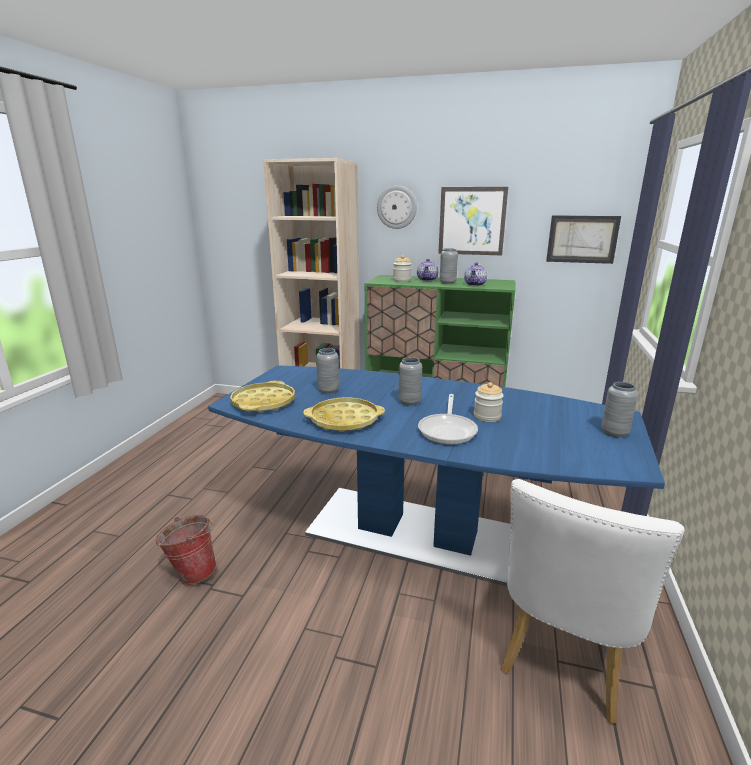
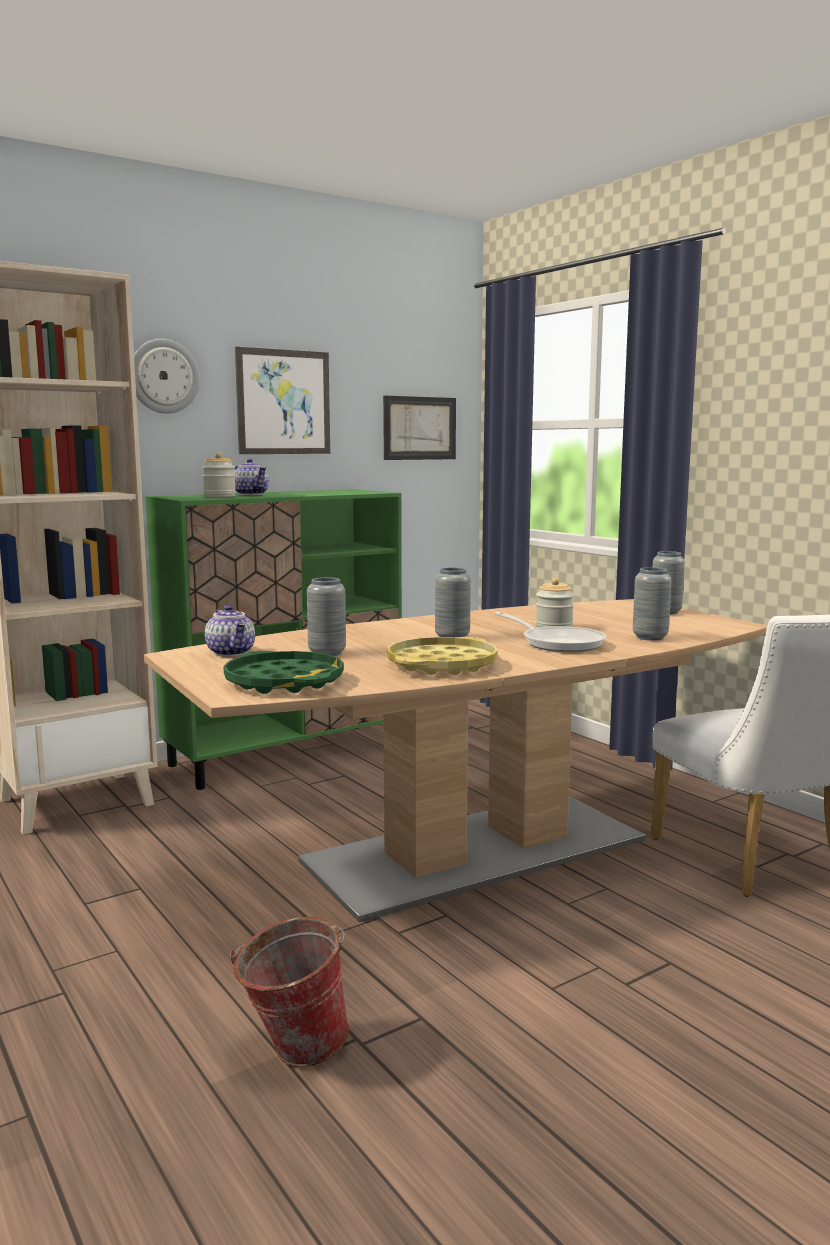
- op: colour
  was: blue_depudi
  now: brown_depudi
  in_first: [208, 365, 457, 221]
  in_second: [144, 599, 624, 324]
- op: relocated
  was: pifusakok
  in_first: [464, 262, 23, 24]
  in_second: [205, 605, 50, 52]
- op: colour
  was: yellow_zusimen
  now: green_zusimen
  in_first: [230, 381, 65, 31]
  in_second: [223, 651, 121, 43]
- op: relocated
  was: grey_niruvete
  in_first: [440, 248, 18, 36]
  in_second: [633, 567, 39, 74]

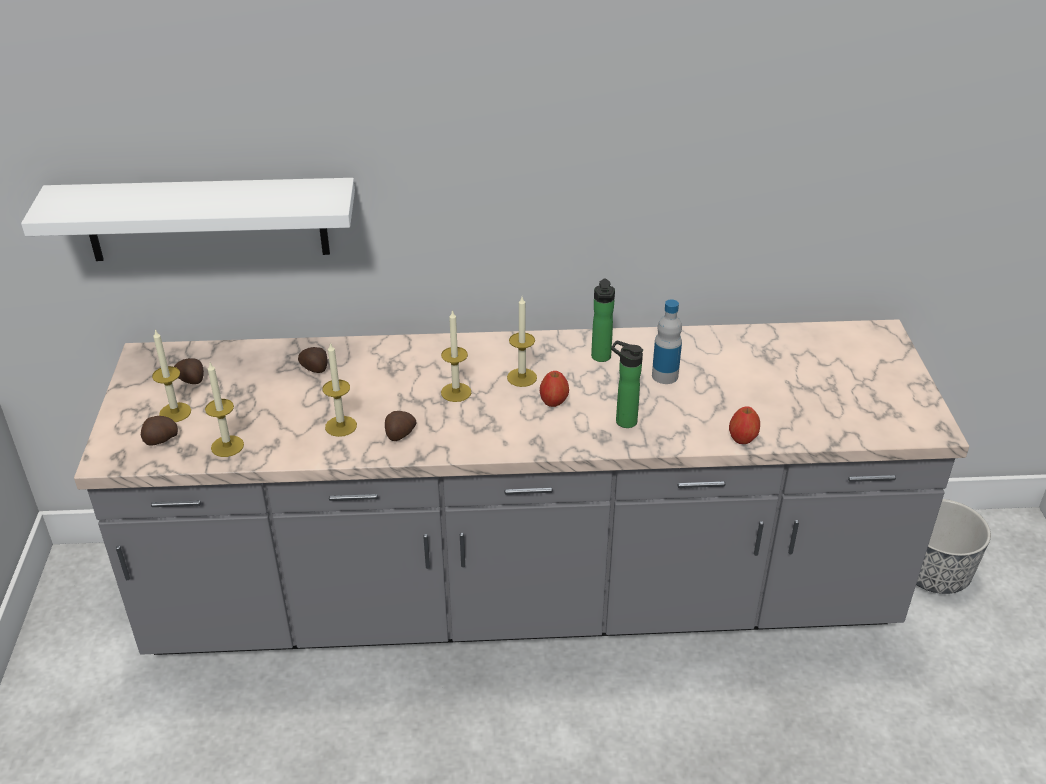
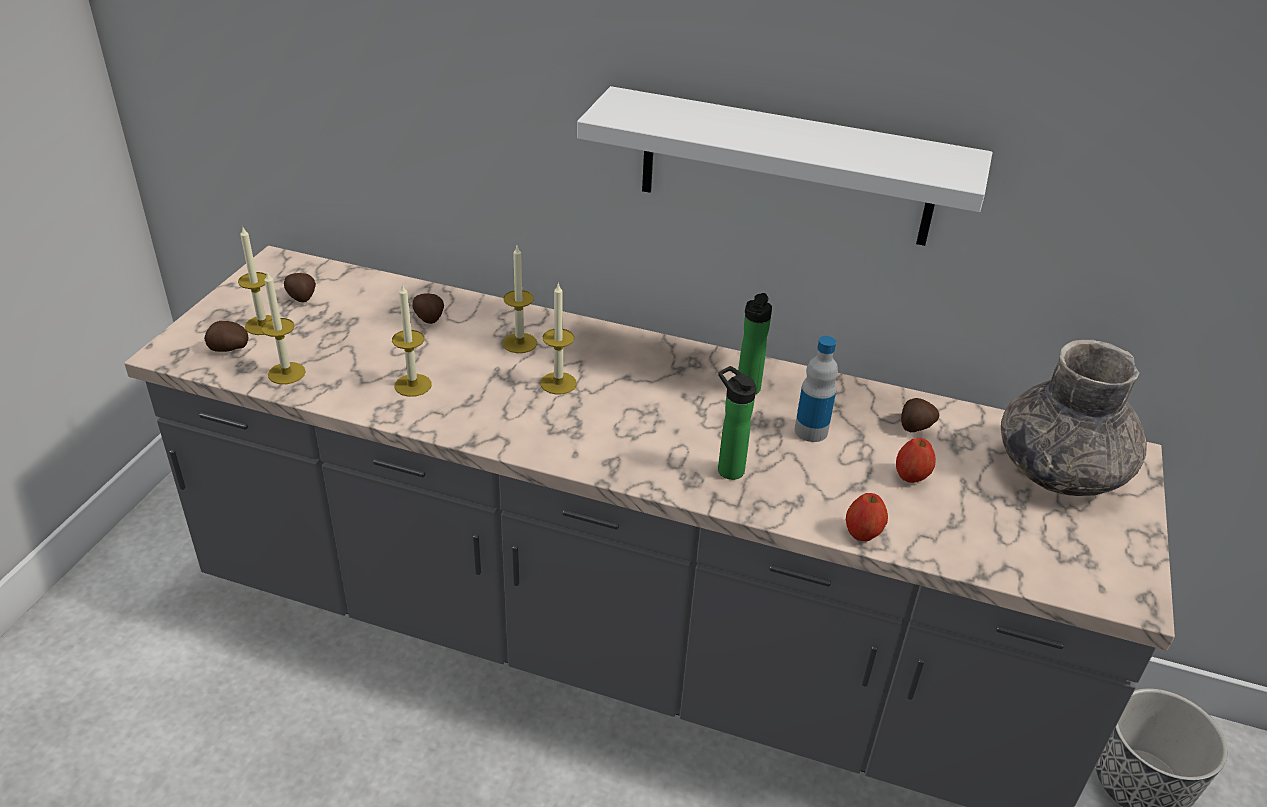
- op: relocated
  was: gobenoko
  in_first: [507, 297, 30, 90]
  in_second: [503, 246, 34, 107]
- op: relocated
  was: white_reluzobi
  in_first: [21, 178, 334, 83]
  in_second: [577, 86, 415, 160]
- op: relocated
  was: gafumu
  in_first: [540, 371, 29, 36]
  in_second: [896, 438, 40, 45]
- op: relocated
  was: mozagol
  in_first: [385, 411, 32, 30]
  in_second: [901, 398, 38, 34]
- op: appeared
  now: grey_niruvete
  in_second: [1001, 340, 146, 156]

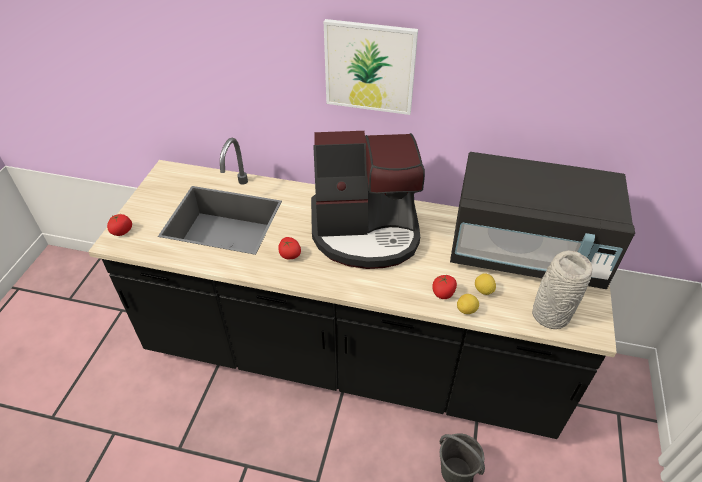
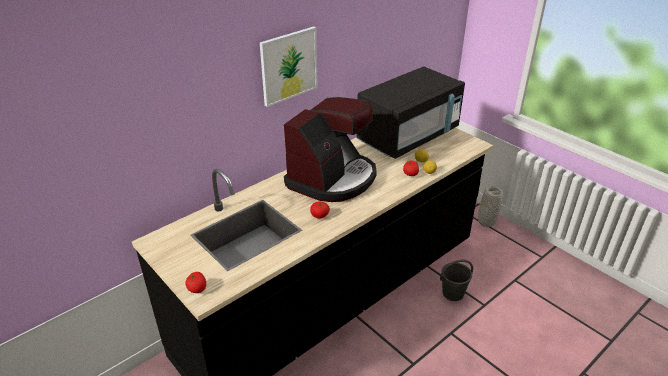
- op: relocated
  was: grey_niruvete
  in_first: [532, 250, 60, 79]
  in_second: [478, 186, 25, 41]

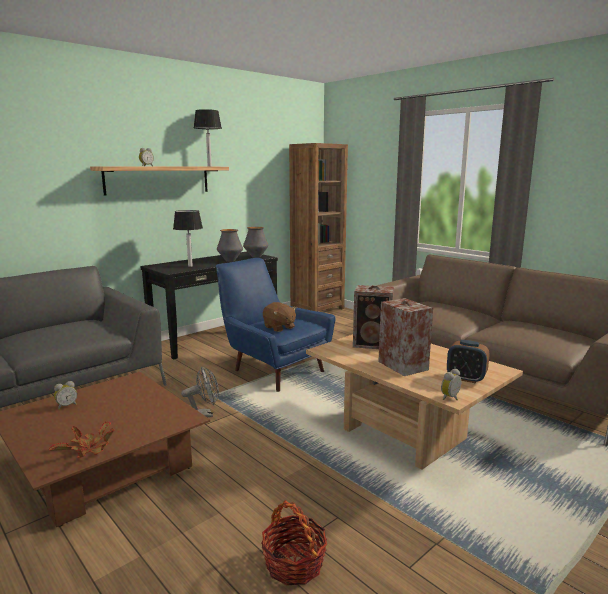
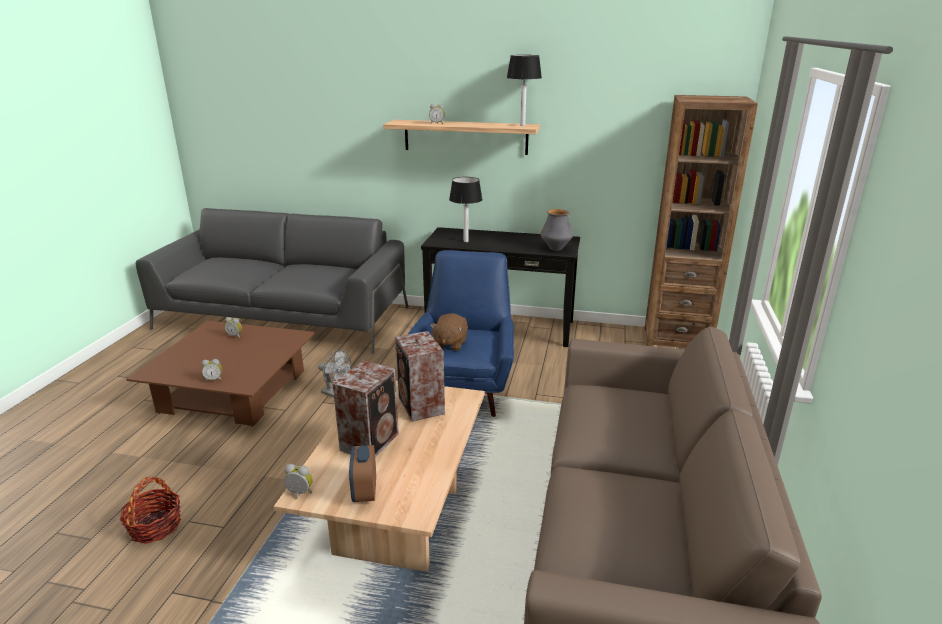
- op: appeared
  now: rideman
  in_second: [202, 359, 20, 23]
- op: missing
  was: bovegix
  in_first: [49, 421, 66, 37]
- op: missing
  was: niruvete
  in_first: [217, 229, 26, 33]

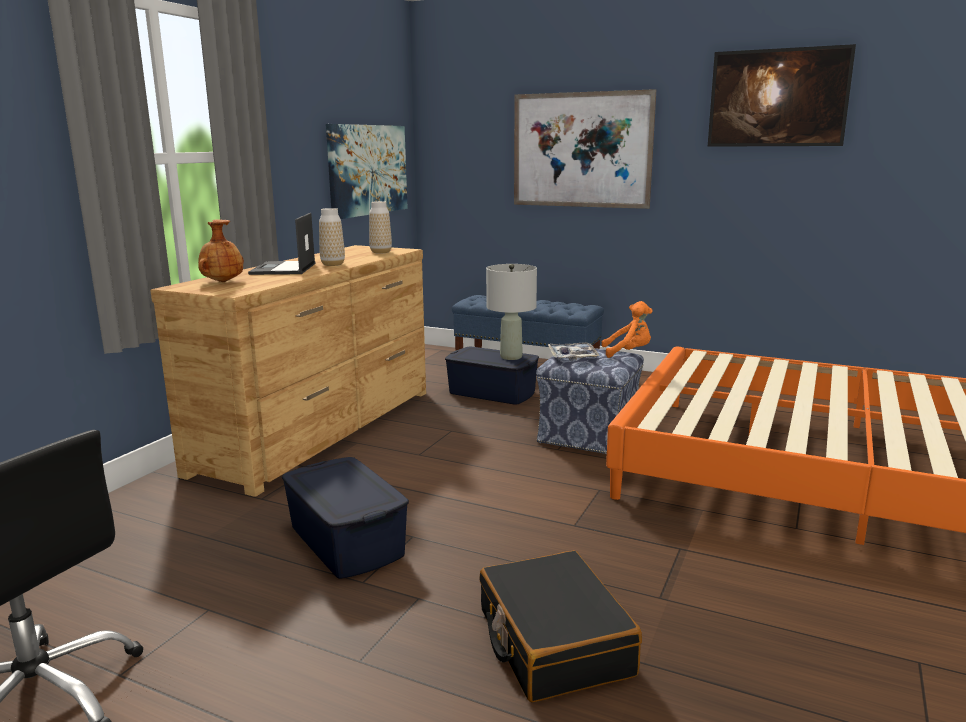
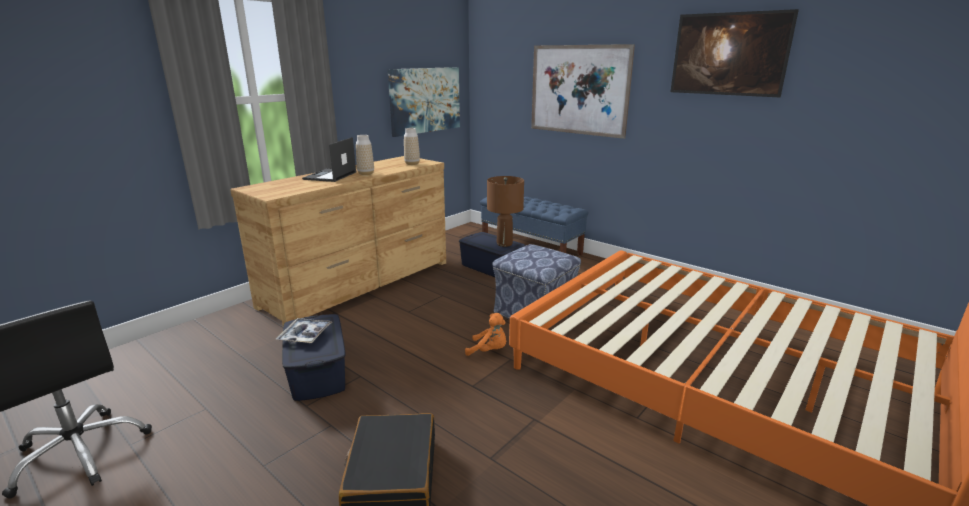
- op: relocated
  was: zusimen
  in_first: [548, 342, 52, 19]
  in_second: [276, 318, 56, 25]
- op: relocated
  was: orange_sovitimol
  in_first: [601, 301, 51, 57]
  in_second: [465, 313, 41, 43]
- op: colour
  was: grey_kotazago
  now: brown_kotazago
  in_first: [486, 264, 51, 96]
  in_second: [487, 176, 37, 71]
- op: missing
  was: brown_niruvete
  in_first: [198, 219, 46, 63]

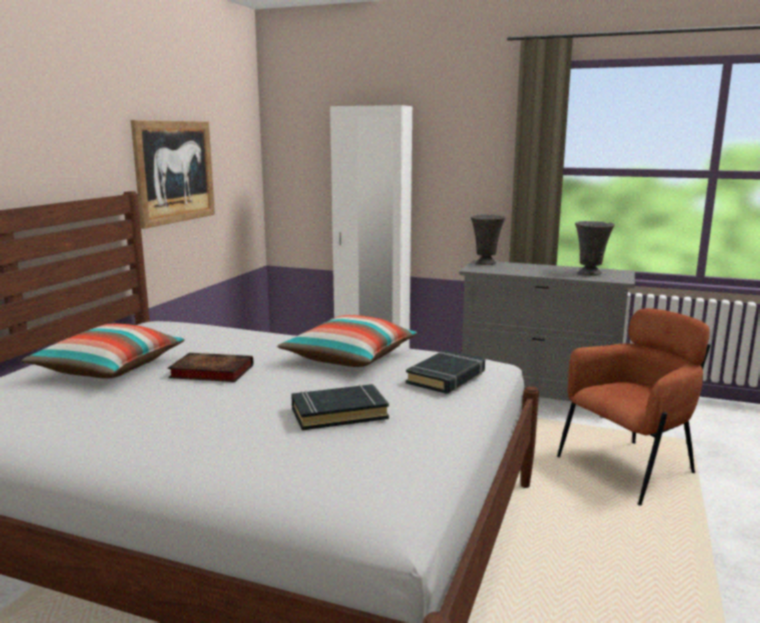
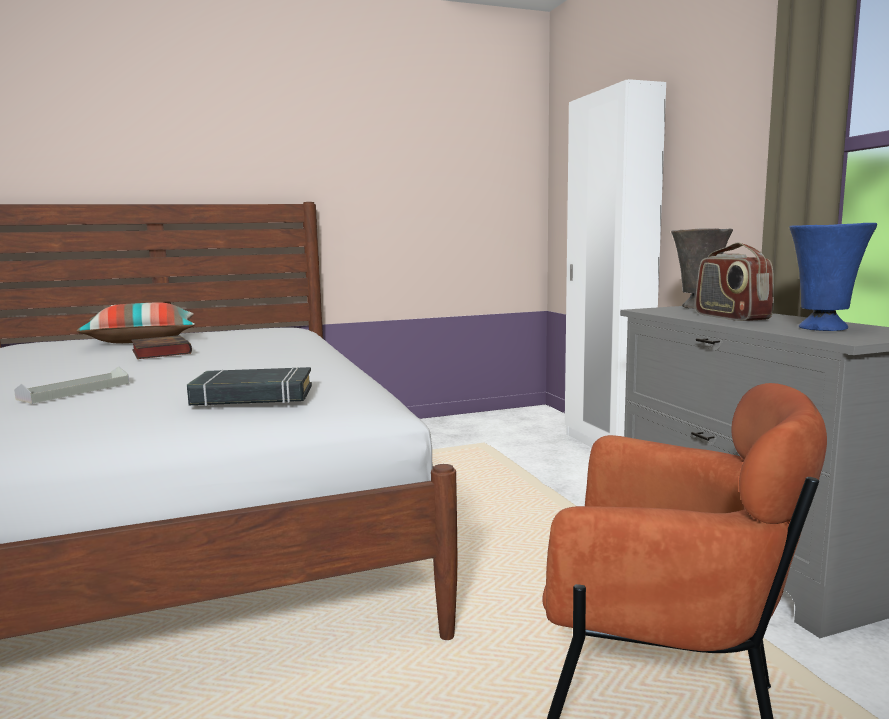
- op: exchanged
  was: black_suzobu
  now: grey_zusimen
  in_first: [291, 384, 98, 46]
  in_second: [14, 366, 115, 38]
- op: appeared
  now: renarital
  in_second: [695, 243, 79, 78]
- op: colour
  was: grey_niruvete
  now: blue_niruvete
  in_first: [575, 221, 40, 55]
  in_second: [789, 223, 88, 108]
- op: missing
  was: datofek
  in_first: [131, 120, 84, 109]
- op: missing
  was: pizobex
  in_first: [277, 315, 140, 52]

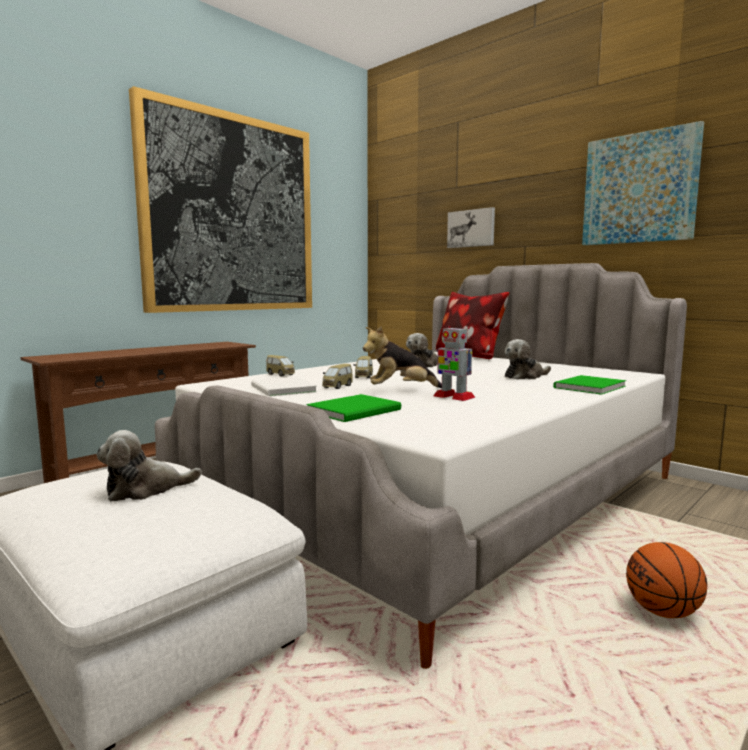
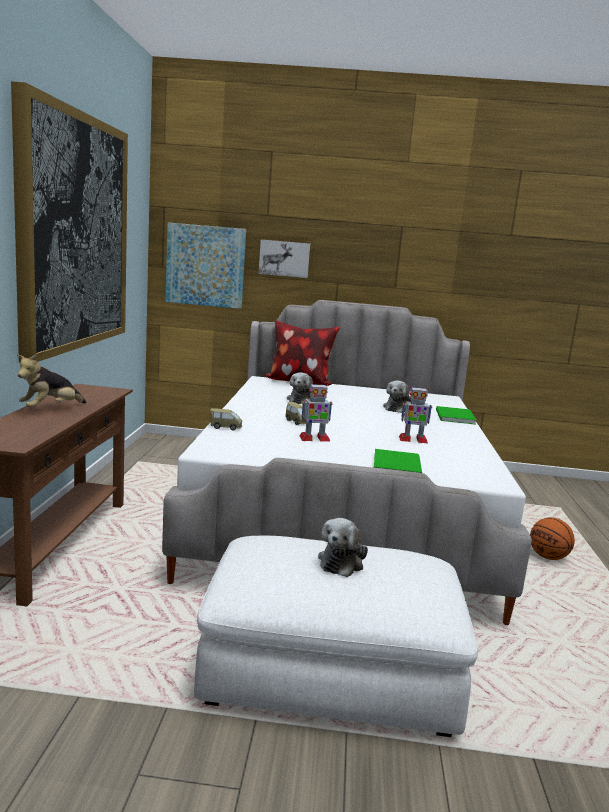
- op: relocated
  was: sovitimol
  in_first: [363, 326, 79, 62]
  in_second: [17, 354, 69, 53]
- op: relocated
  was: datofek
  in_first: [582, 121, 122, 124]
  in_second: [165, 223, 81, 86]
- op: exchanged
  was: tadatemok
  now: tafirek
  in_first: [322, 364, 31, 25]
  in_second: [299, 383, 34, 59]
- op: missing
  was: white_suzobu
  in_first: [251, 377, 66, 20]

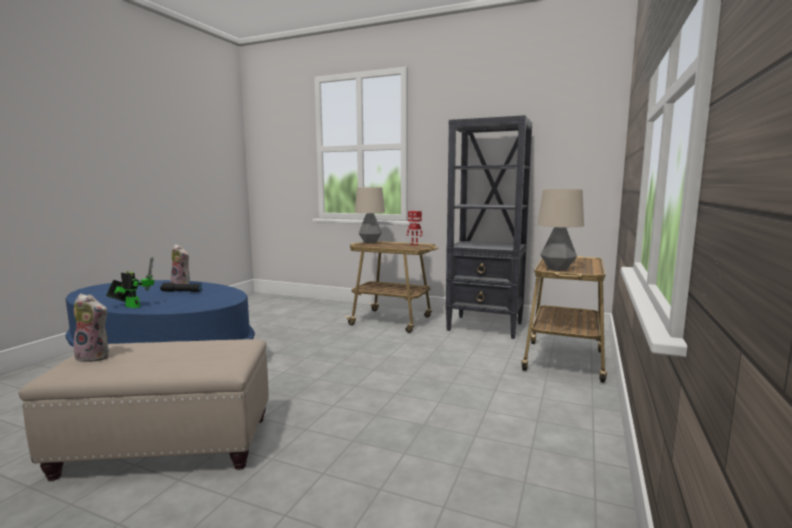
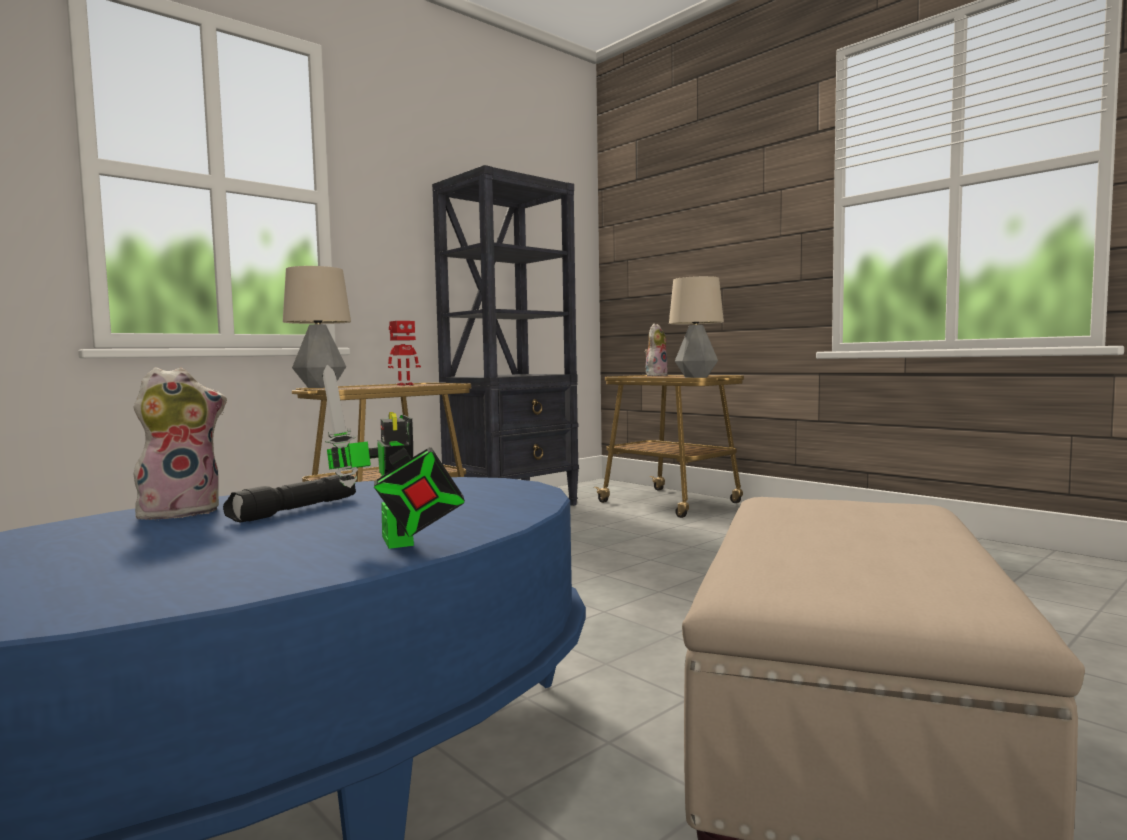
- op: spun
  was: tafirek
  in_first: [106, 257, 48, 51]
  in_second: [322, 365, 143, 184]
  clockwise: -75
- op: relocated
  was: sovitimol
  in_first: [74, 294, 35, 68]
  in_second: [645, 324, 23, 52]

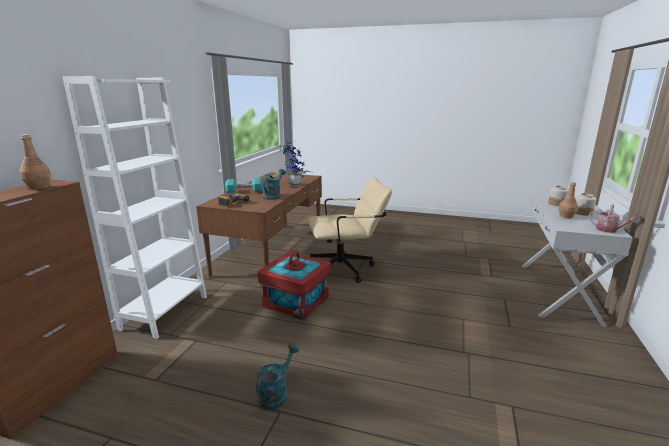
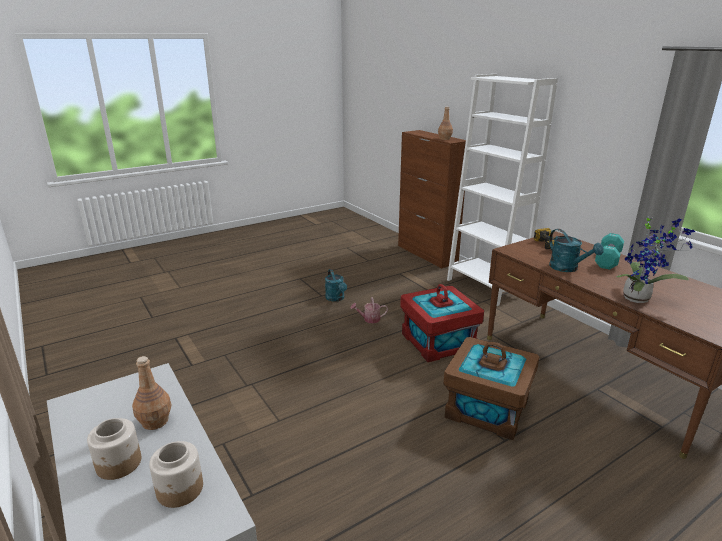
- op: relocated
  was: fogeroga
  in_first: [589, 204, 51, 29]
  in_second: [350, 297, 38, 27]
- op: exchanged
  was: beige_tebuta
  now: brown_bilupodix
  in_first: [308, 177, 84, 106]
  in_second: [443, 337, 97, 103]

